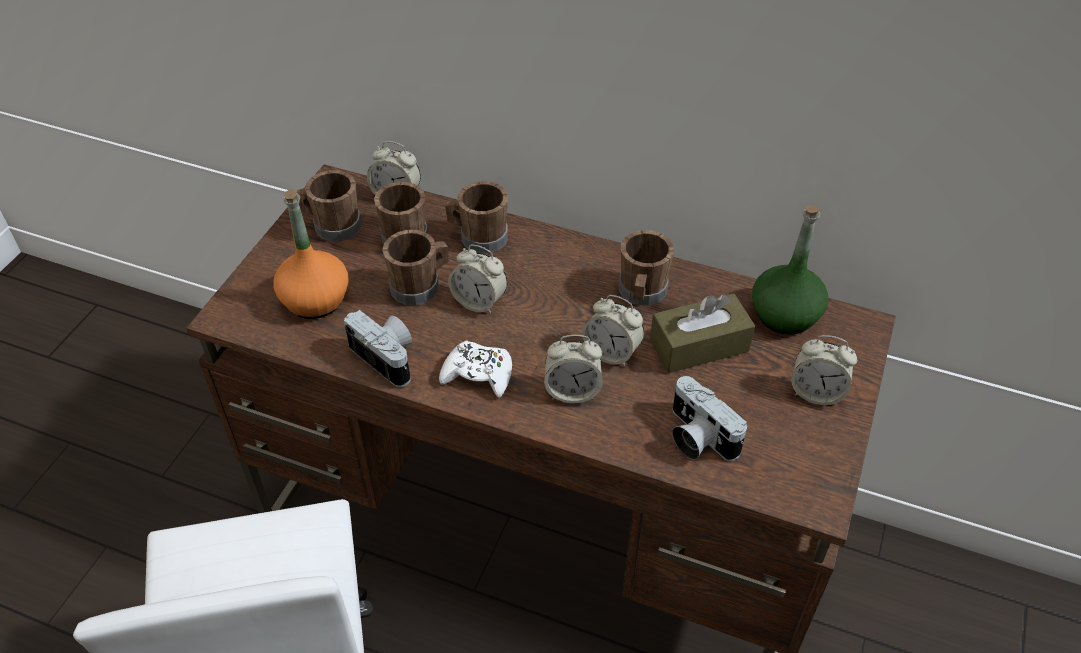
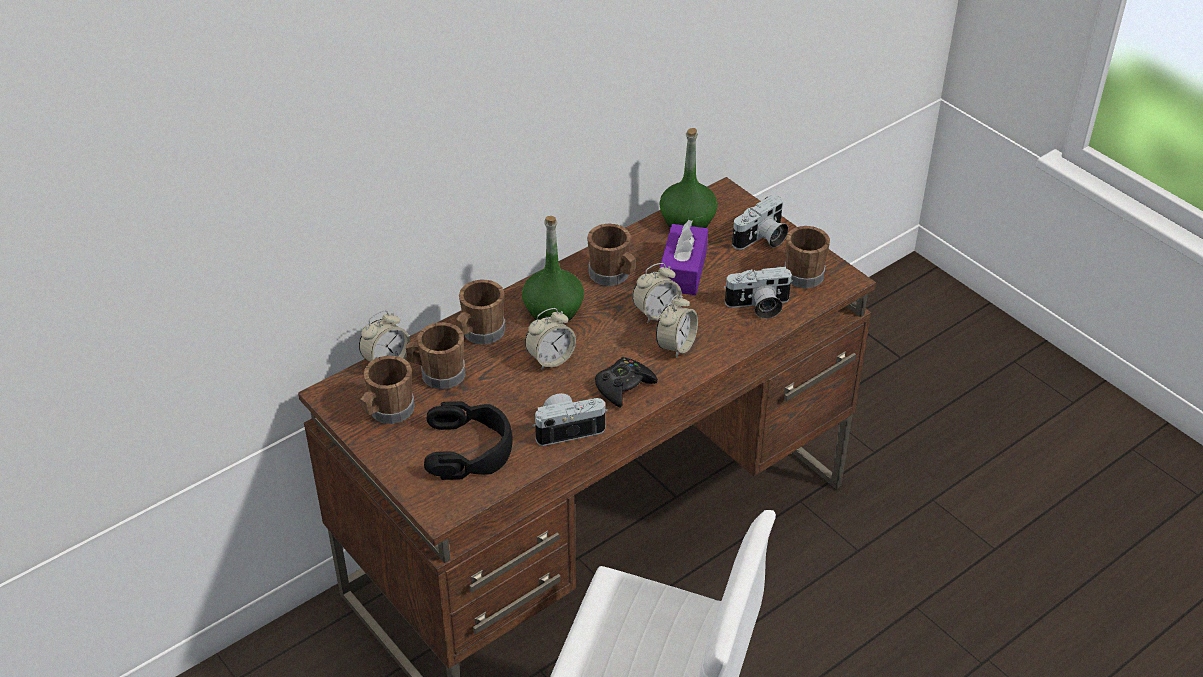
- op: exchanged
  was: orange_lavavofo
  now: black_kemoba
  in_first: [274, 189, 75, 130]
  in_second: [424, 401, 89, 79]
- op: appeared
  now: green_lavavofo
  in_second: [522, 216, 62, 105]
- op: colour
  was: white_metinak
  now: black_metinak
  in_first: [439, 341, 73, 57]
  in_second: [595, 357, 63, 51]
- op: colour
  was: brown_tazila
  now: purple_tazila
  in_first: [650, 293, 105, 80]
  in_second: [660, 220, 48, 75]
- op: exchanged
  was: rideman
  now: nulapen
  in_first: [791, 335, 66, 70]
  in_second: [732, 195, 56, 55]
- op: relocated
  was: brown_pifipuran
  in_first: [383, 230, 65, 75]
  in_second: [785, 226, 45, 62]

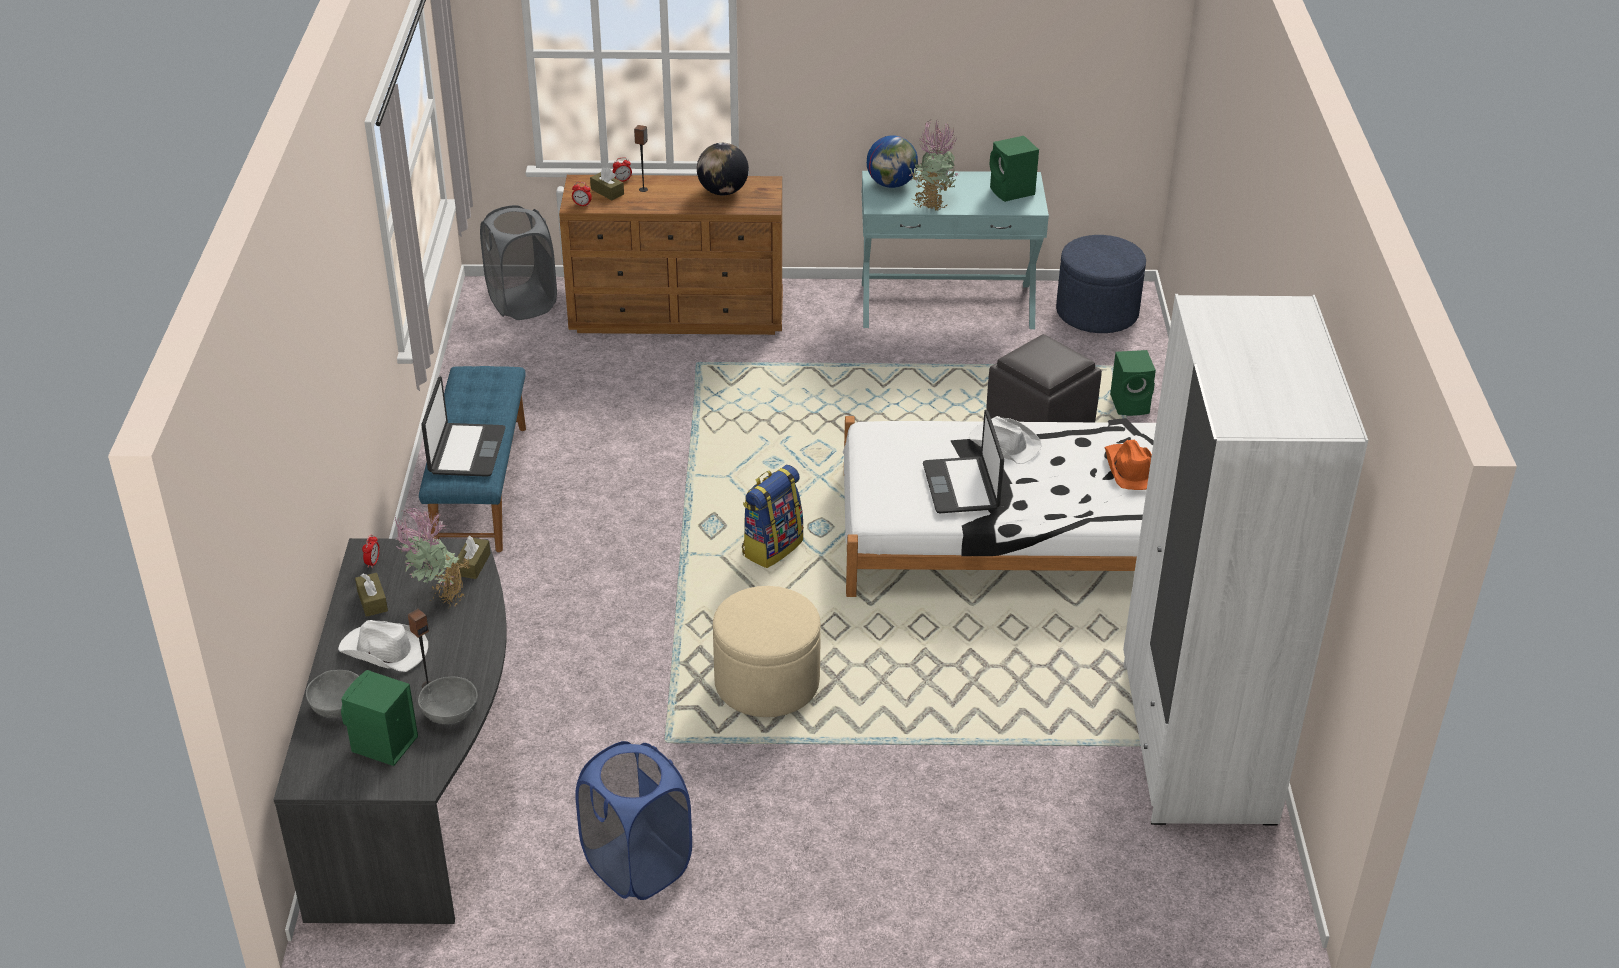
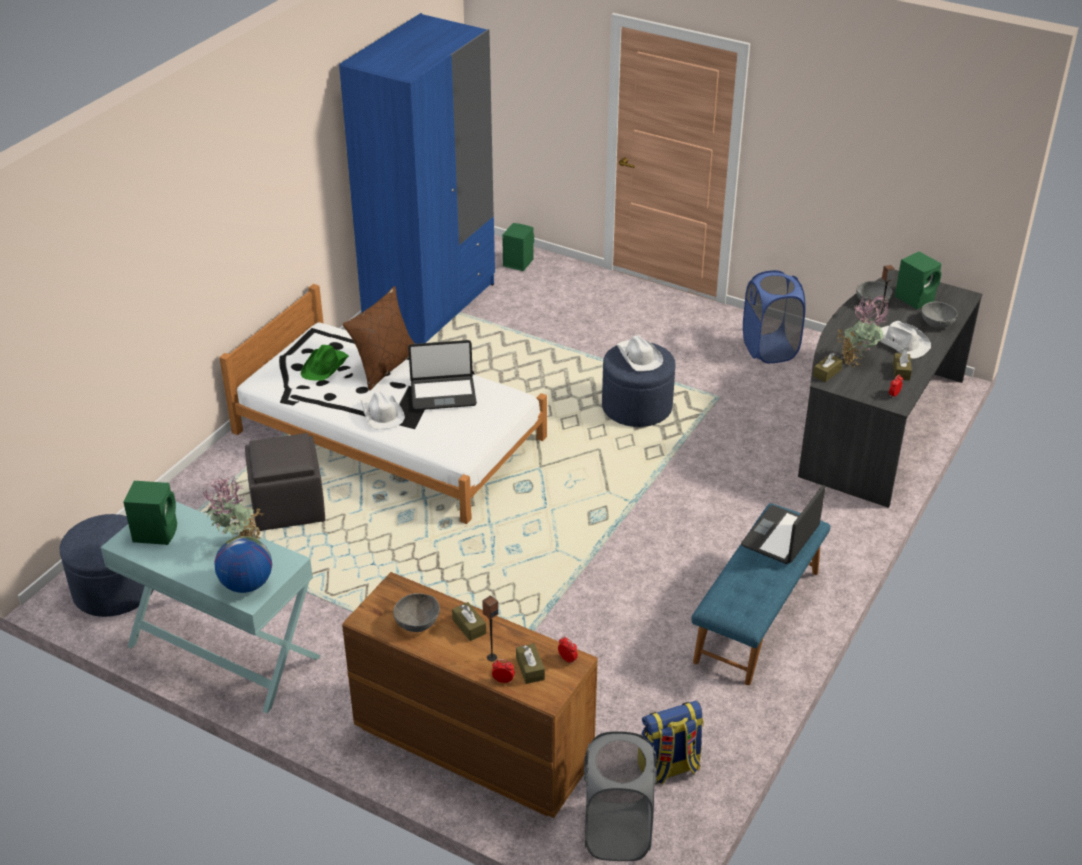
- op: colour
  was: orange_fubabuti
  now: green_fubabuti
  in_first: [1104, 440, 48, 50]
  in_second: [301, 345, 48, 36]
- op: colour
  was: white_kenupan
  now: blue_kenupan
  in_first: [1123, 294, 245, 531]
  in_second: [339, 13, 156, 331]
- op: appeared
  now: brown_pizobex
  in_second: [343, 286, 72, 105]
- op: exchanged
  was: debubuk
  now: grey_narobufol
  in_first: [697, 143, 52, 52]
  in_second: [393, 593, 47, 39]
- op: spun
  was: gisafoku
  in_first: [923, 410, 81, 103]
  in_second: [408, 340, 69, 70]
  clockwise: 60
- op: appeared
  now: brown_tazila
  in_second: [452, 602, 34, 39]
- op: relocated
  was: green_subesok
  in_first: [1110, 350, 46, 66]
  in_second: [502, 223, 32, 48]
- op: colour
  was: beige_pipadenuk
  now: blue_pipadenuk
  in_first: [713, 586, 108, 131]
  in_second: [602, 343, 73, 84]
- op: appeared
  now: white_fubabuti
  in_second: [616, 335, 47, 36]
- op: relocated
  was: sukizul
  in_first: [742, 465, 62, 103]
  in_second: [641, 701, 63, 84]

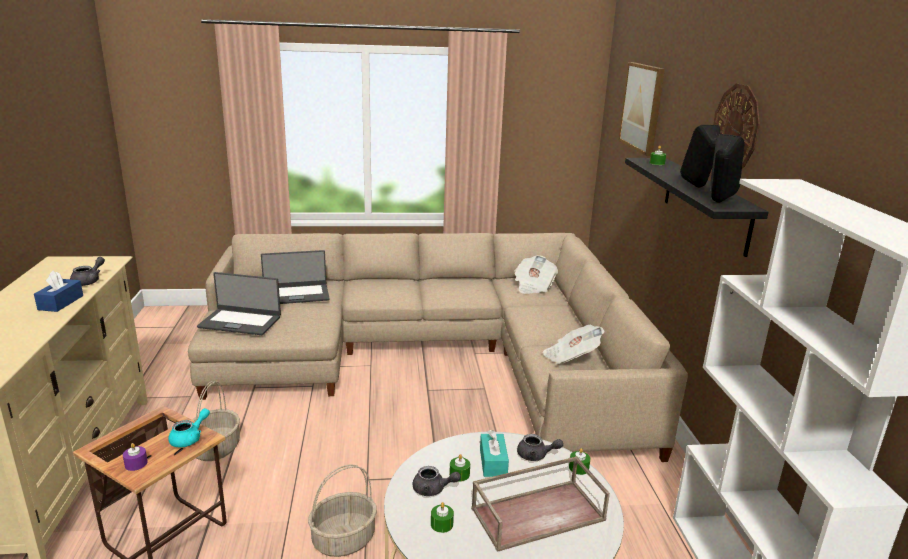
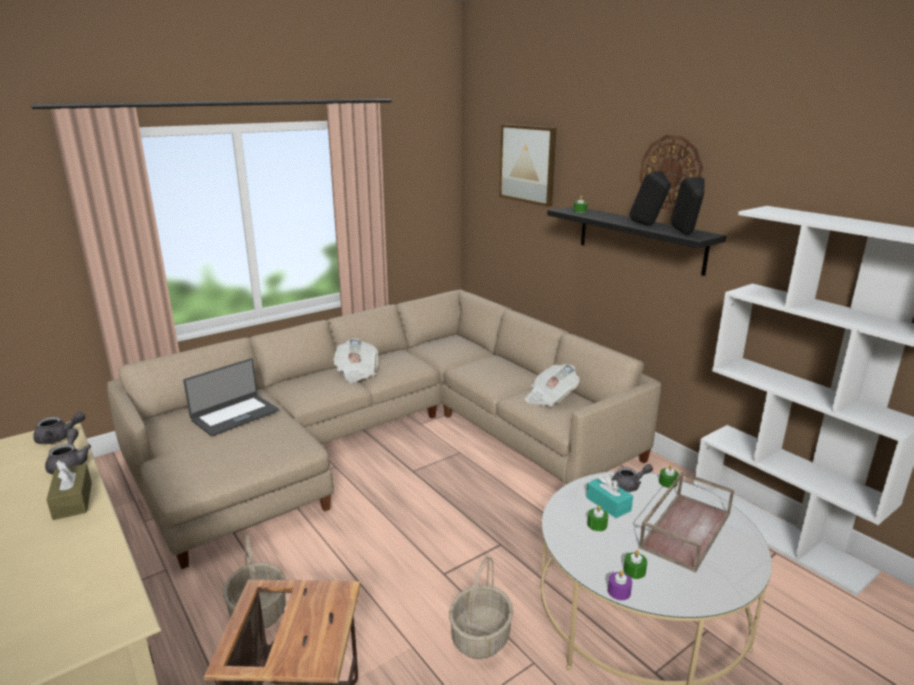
- op: relocated
  was: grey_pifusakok
  in_first: [413, 466, 48, 30]
  in_second: [33, 412, 52, 32]
- op: colour
  was: blue_tazila
  now: brown_tazila
  in_first: [34, 270, 49, 42]
  in_second: [47, 461, 45, 59]
- op: relocated
  was: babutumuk
  in_first: [514, 255, 44, 39]
  in_second: [333, 338, 45, 45]
- op: relocated
  was: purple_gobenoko
  in_first: [123, 443, 25, 28]
  in_second: [608, 570, 24, 30]
- op: missing
  was: turquoise_pifusakok
  in_first: [168, 408, 42, 40]
- op: missing
  was: gisafoku
  in_first: [197, 272, 84, 63]

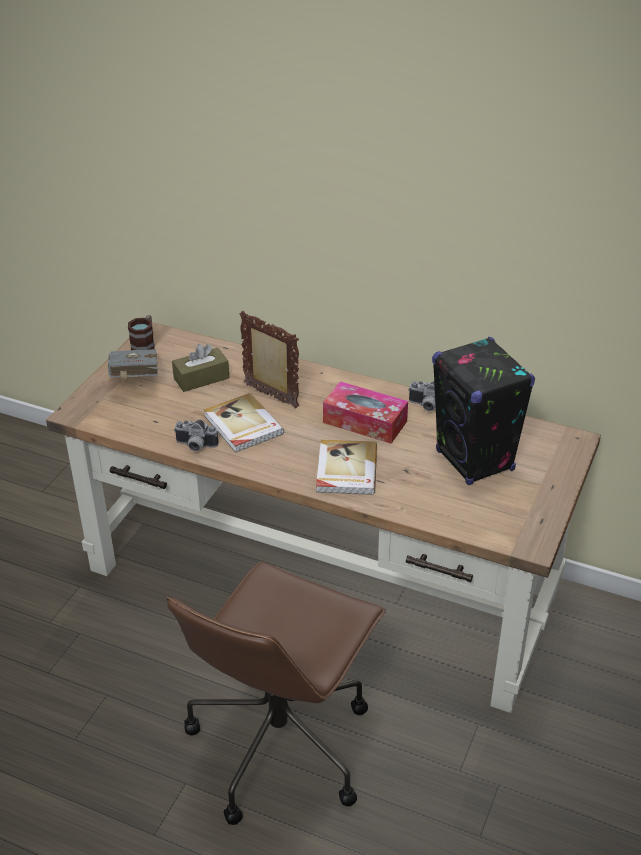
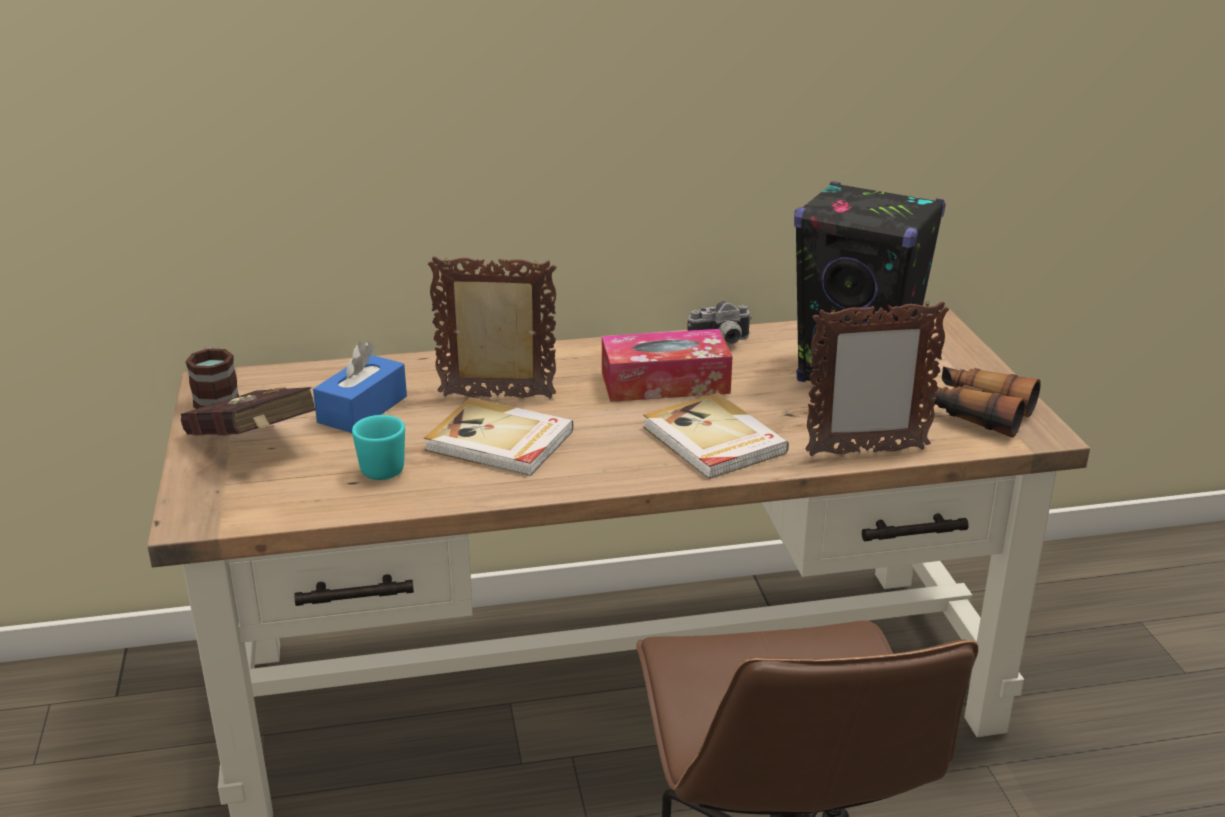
- op: colour
  was: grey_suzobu
  now: red_suzobu
  in_first: [108, 349, 50, 31]
  in_second: [181, 387, 135, 49]
- op: colour
  was: brown_tazila
  now: blue_tazila
  in_first: [172, 344, 58, 48]
  in_second: [313, 341, 94, 92]
- op: appeared
  now: turquoise_pifipuran
  in_second: [352, 415, 53, 65]
- op: appeared
  now: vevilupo
  in_second: [805, 300, 144, 156]
- op: appeared
  now: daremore
  in_second: [920, 367, 121, 71]
- op: missing
  was: nulapen
  in_first: [174, 420, 45, 31]

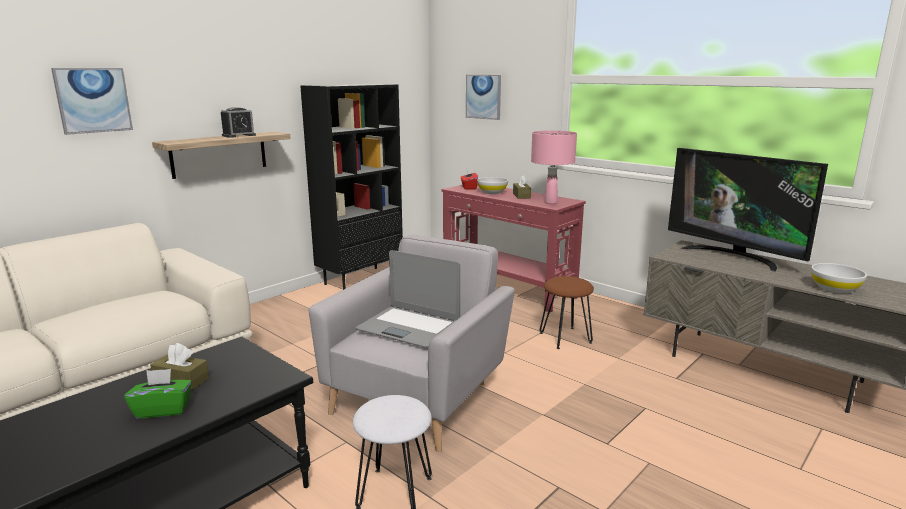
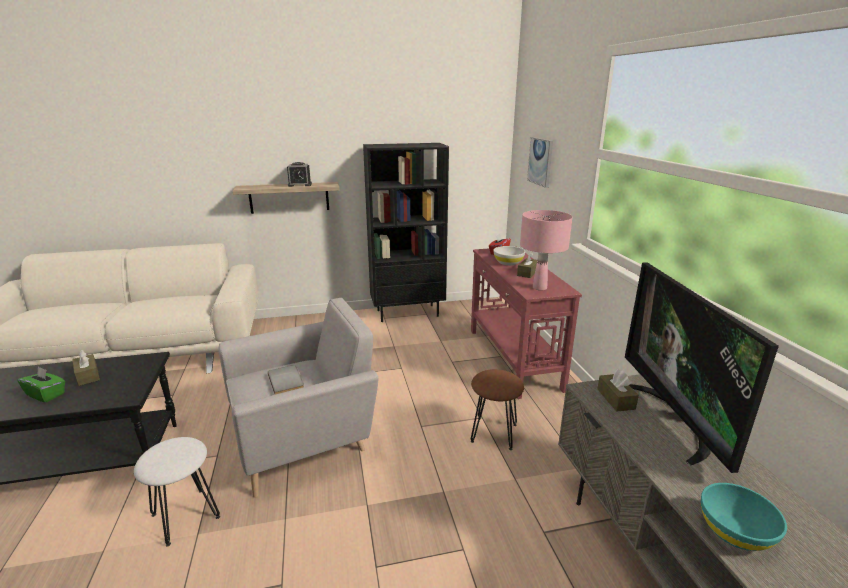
- op: exchanged
  was: gisafoku
  now: grey_suzobu
  in_first: [356, 250, 104, 98]
  in_second: [268, 365, 36, 30]
- op: appeared
  now: brown_tazila
  in_second: [597, 369, 42, 43]
- op: colour
  was: white_narobufol
  now: turquoise_narobufol
  in_first: [811, 263, 56, 30]
  in_second: [701, 483, 86, 68]
- op: missing
  was: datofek
  in_first: [51, 68, 82, 67]

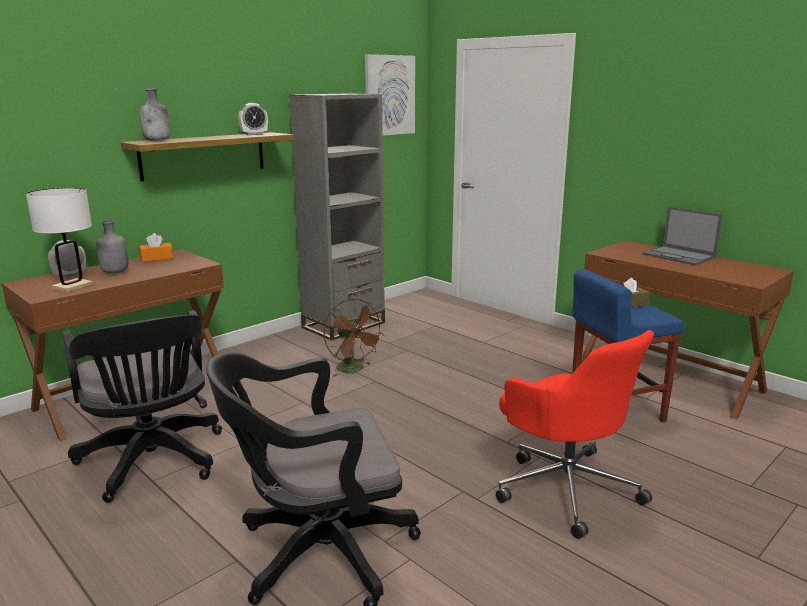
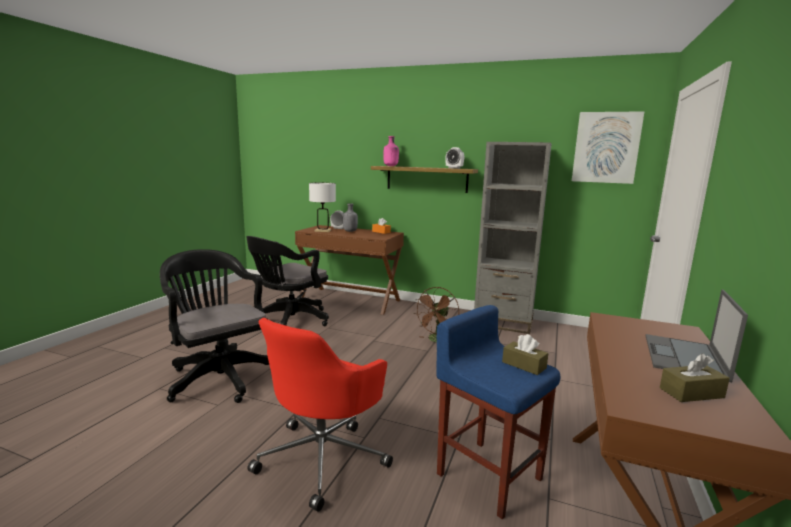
- op: colour
  was: grey_lavavofo
  now: pink_lavavofo
  in_first: [140, 88, 30, 53]
  in_second: [383, 136, 16, 30]
- op: appeared
  now: brown_tazila
  in_second: [660, 353, 70, 49]

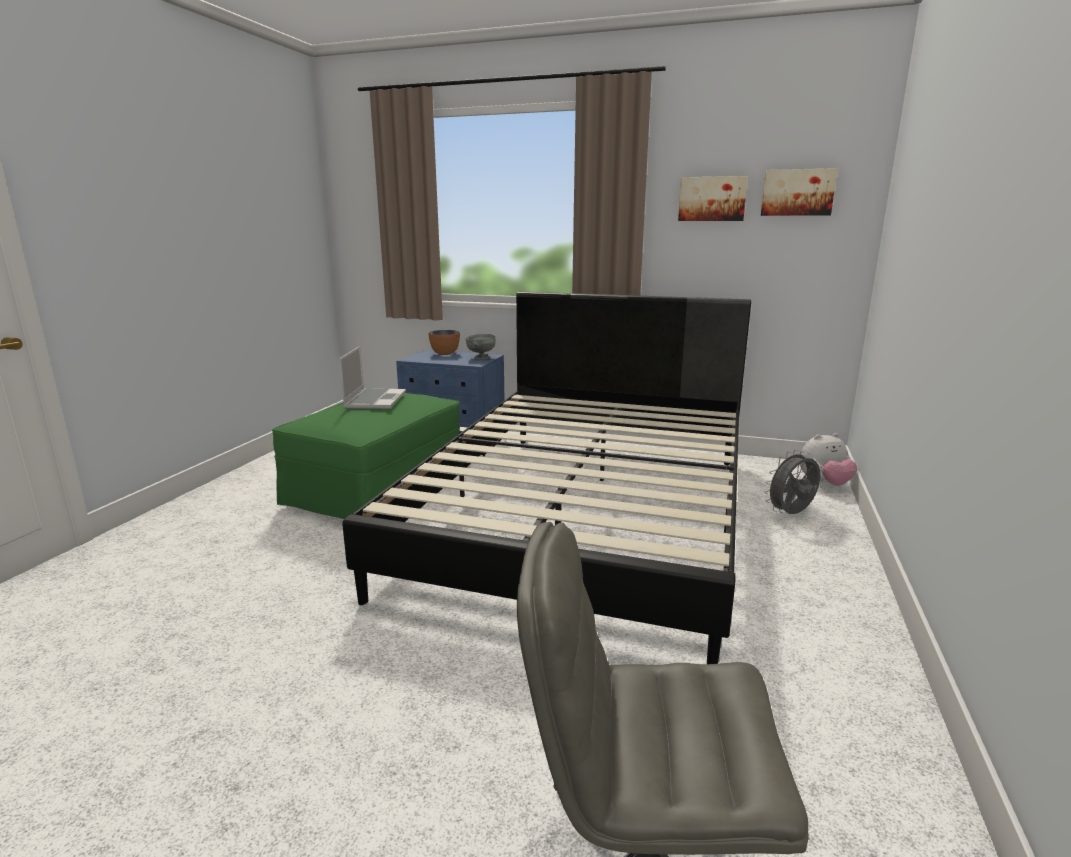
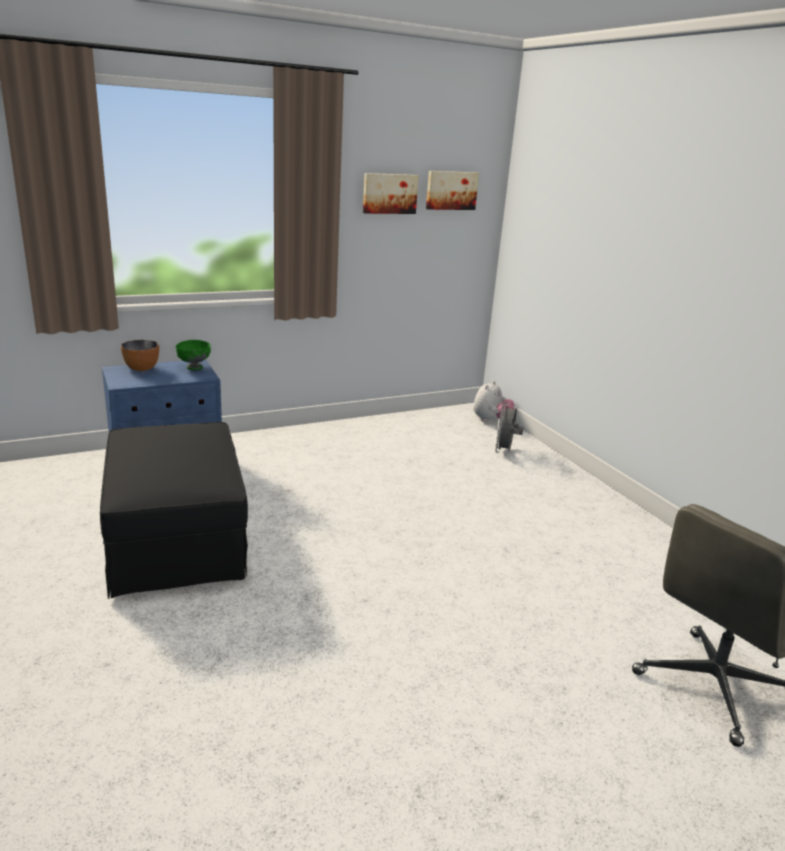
- op: colour
  was: green_pipadenuk
  now: black_pipadenuk
  in_first: [272, 393, 188, 126]
  in_second: [100, 422, 148, 177]
- op: colour
  was: grey_narobufol
  now: green_narobufol
  in_first: [465, 334, 31, 26]
  in_second: [175, 340, 36, 30]
- op: missing
  was: gisafoku
  in_first: [339, 346, 67, 63]
- op: missing
  was: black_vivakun
  in_first: [342, 292, 409, 372]

